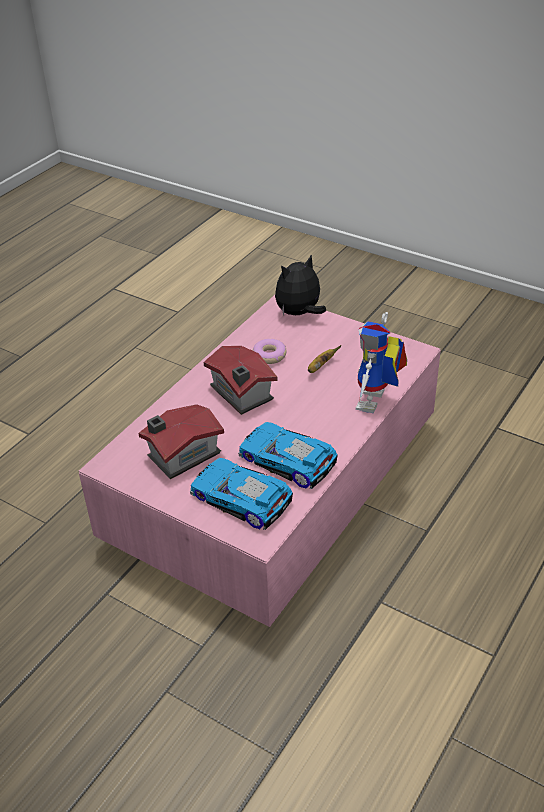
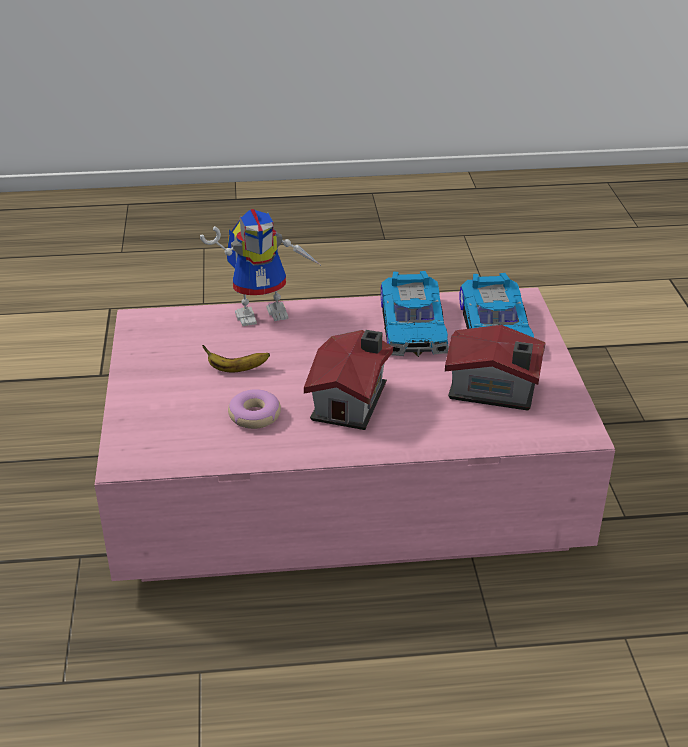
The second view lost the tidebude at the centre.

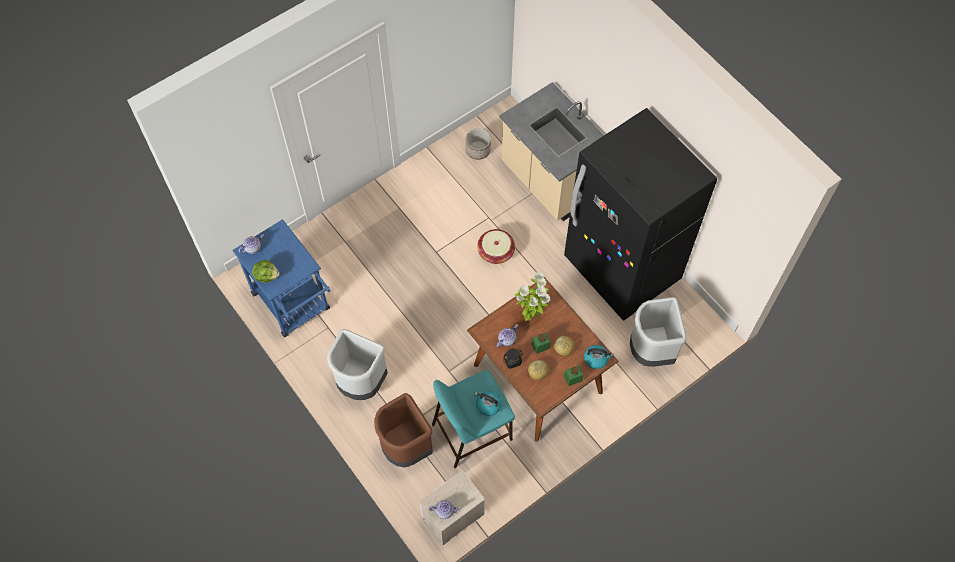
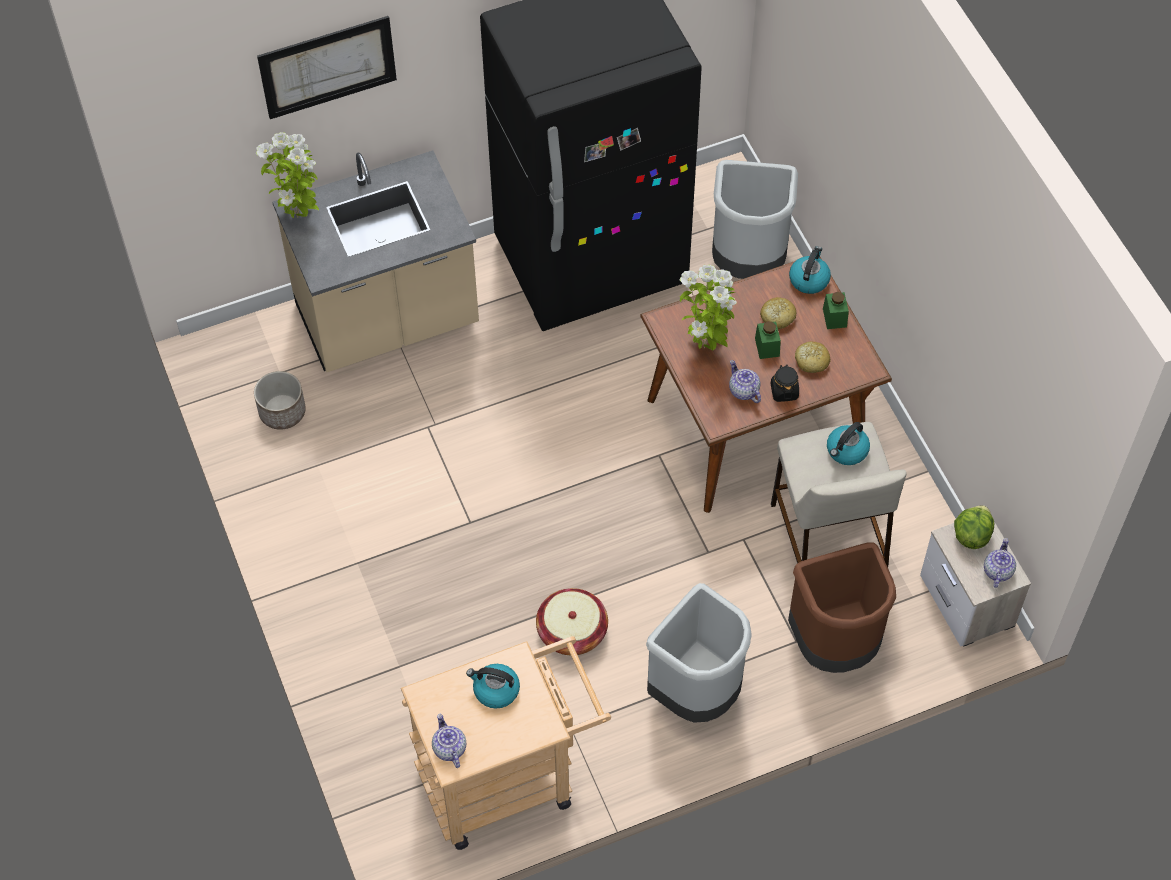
The second view gained the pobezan (1st from left) at the top left. The second view gained the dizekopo at the top left. The second view gained the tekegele (1st from left) at the bottom centre. The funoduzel ended up elsewhere, having gone from the middle left to the middle right. The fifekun ended up elsewhere, having gone from the centre to the bottom centre. What was the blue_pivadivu at the middle left turned into the beige_pivadivu at the bottom centre. What was the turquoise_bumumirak at the bottom centre turned into the beige_bumumirak at the middle right.

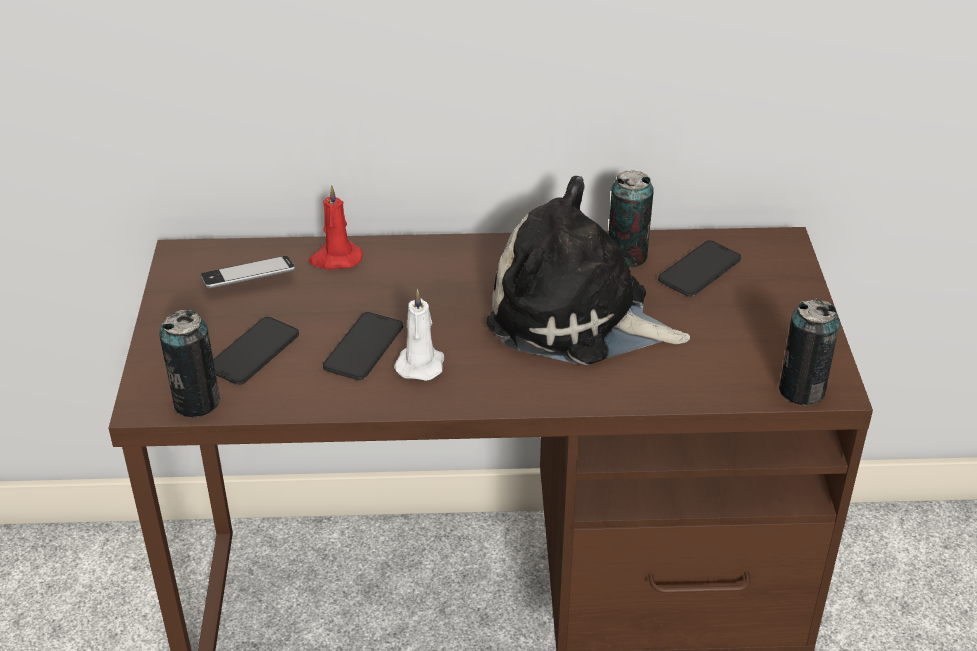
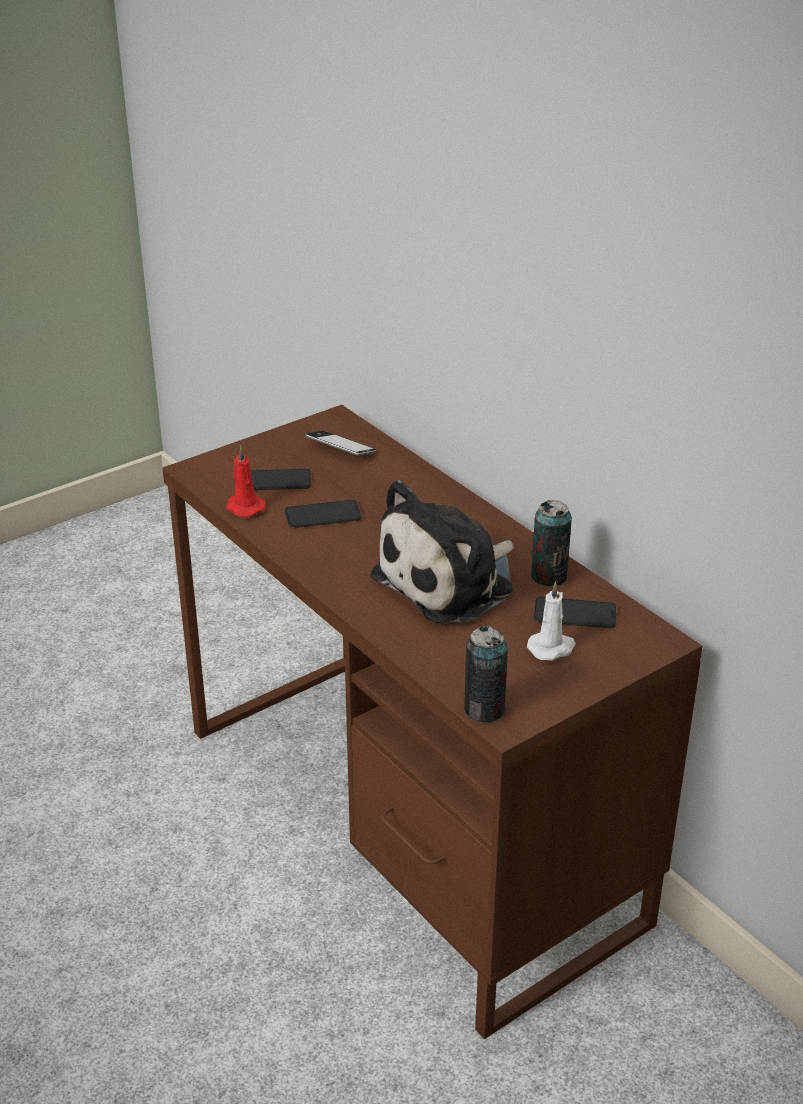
The second view lost the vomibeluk (1st from left) at the middle left. The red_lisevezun ended up elsewhere, having gone from the centre to the middle left. The white_lisevezun ended up elsewhere, having gone from the centre to the middle right. The tidebude at the centre ended up facing another way, 120 degrees counterclockwise from before.

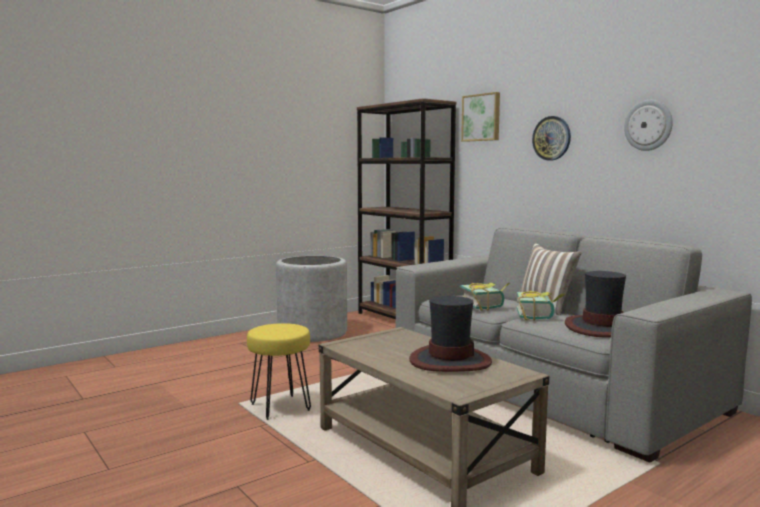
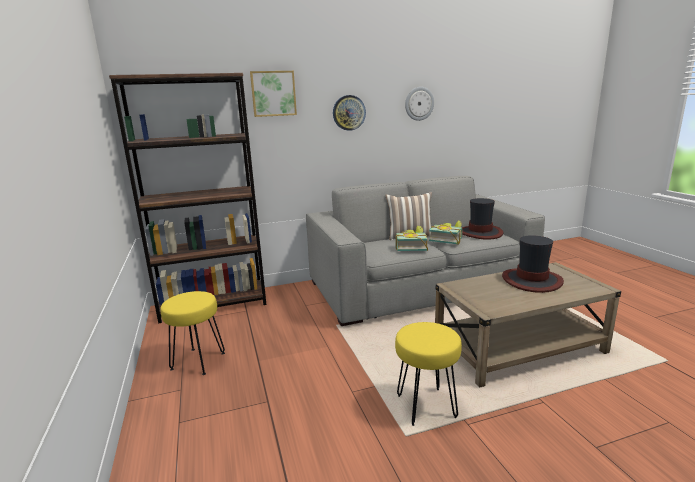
Where the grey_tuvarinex stood at the centre, the yellow_bumumirak (1st from left) came to stand at the bottom left.

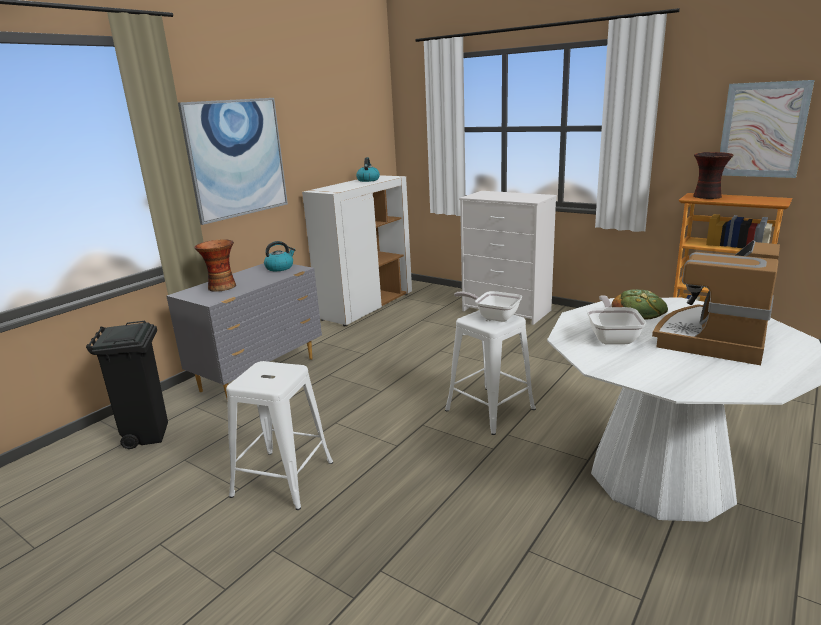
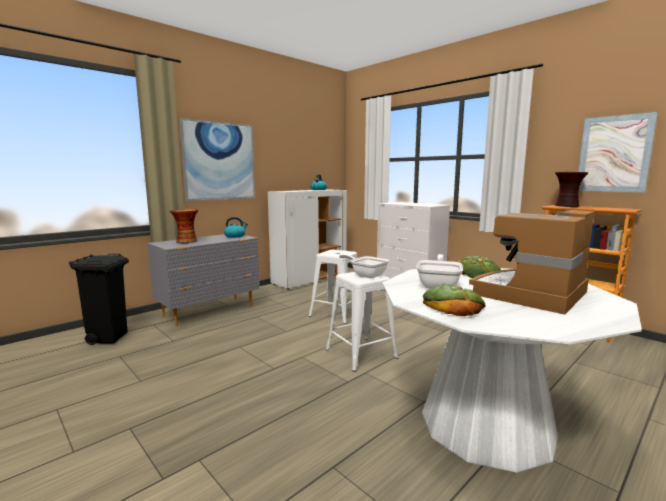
The second view gained the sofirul (1st from left) at the middle right. The white_bumumirak (1st from left) ended up elsewhere, having gone from the bottom centre to the centre.

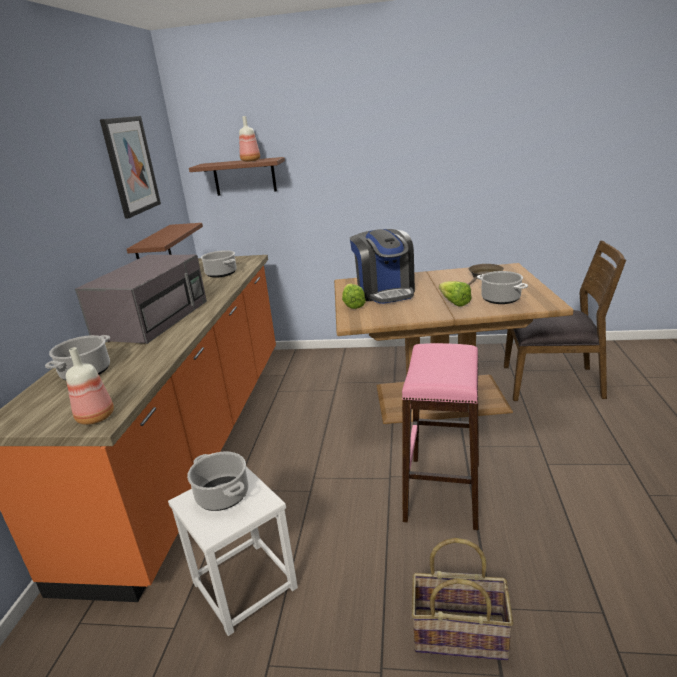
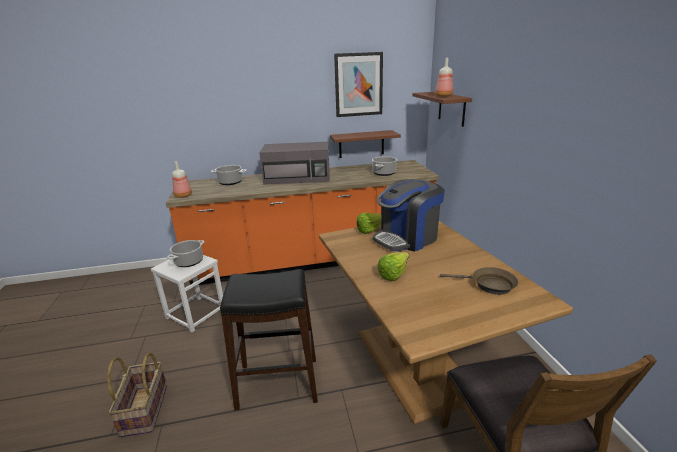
The second view lost the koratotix (4th from left) at the middle right. What was the pink_bumumirak at the centre turned into the black_bumumirak at the bottom centre.

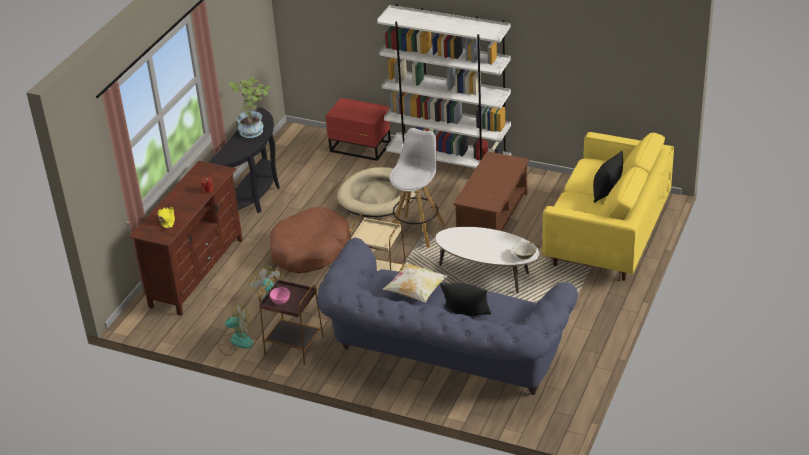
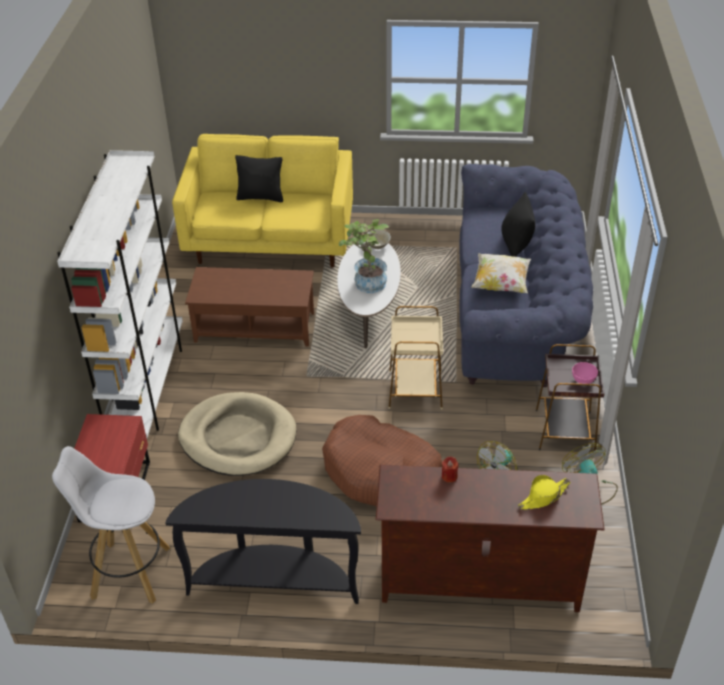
The pobezan ended up elsewhere, having gone from the top left to the centre. The white_bumumirak ended up elsewhere, having gone from the centre to the bottom left.

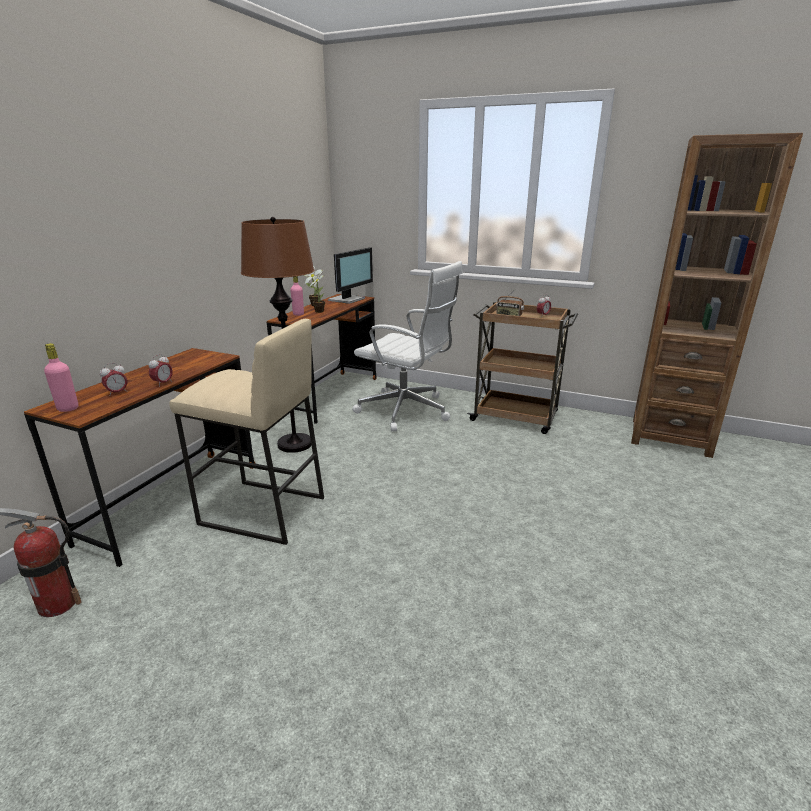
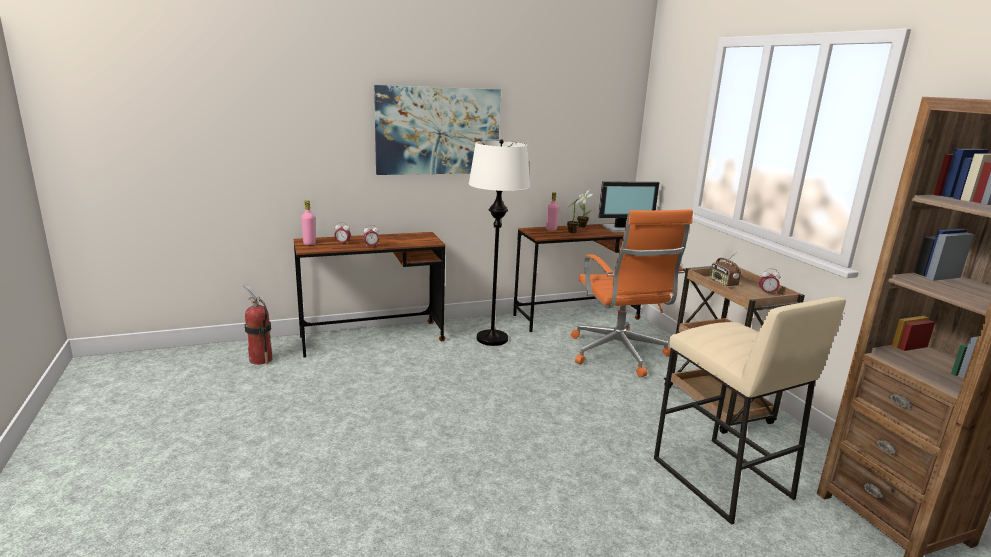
The second view gained the dizekopo at the top centre. The beige_bumumirak ended up elsewhere, having gone from the middle left to the bottom right. What was the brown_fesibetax at the centre turned into the white_fesibetax at the centre. What was the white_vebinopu at the centre turned into the orange_vebinopu at the centre.

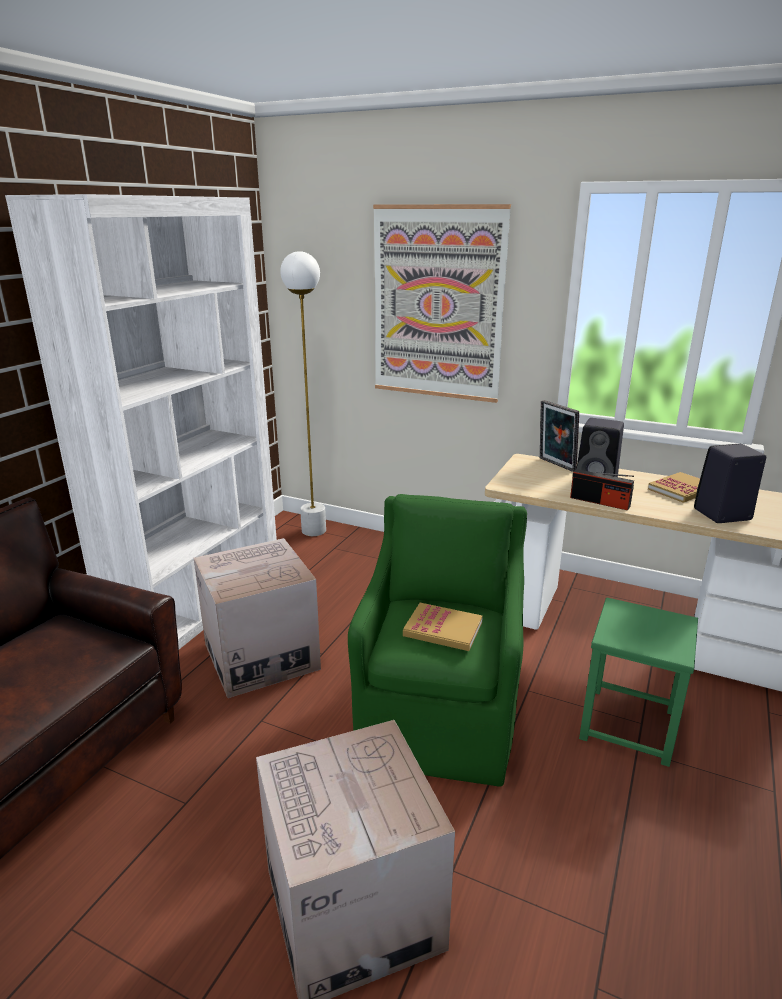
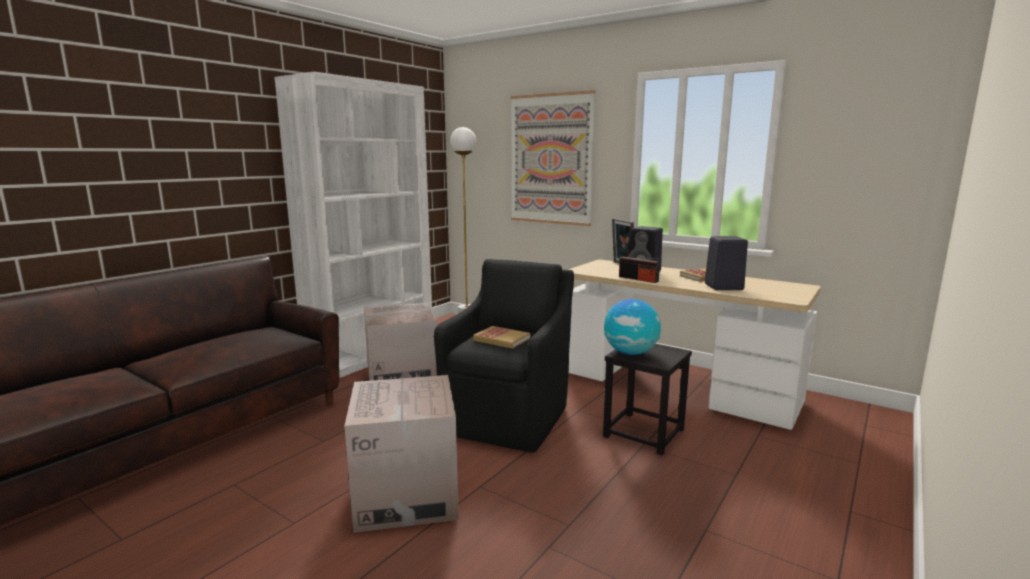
The second view gained the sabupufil at the centre. What was the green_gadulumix at the centre turned into the black_gadulumix at the centre. What was the green_bumumirak at the bottom right turned into the black_bumumirak at the bottom centre.

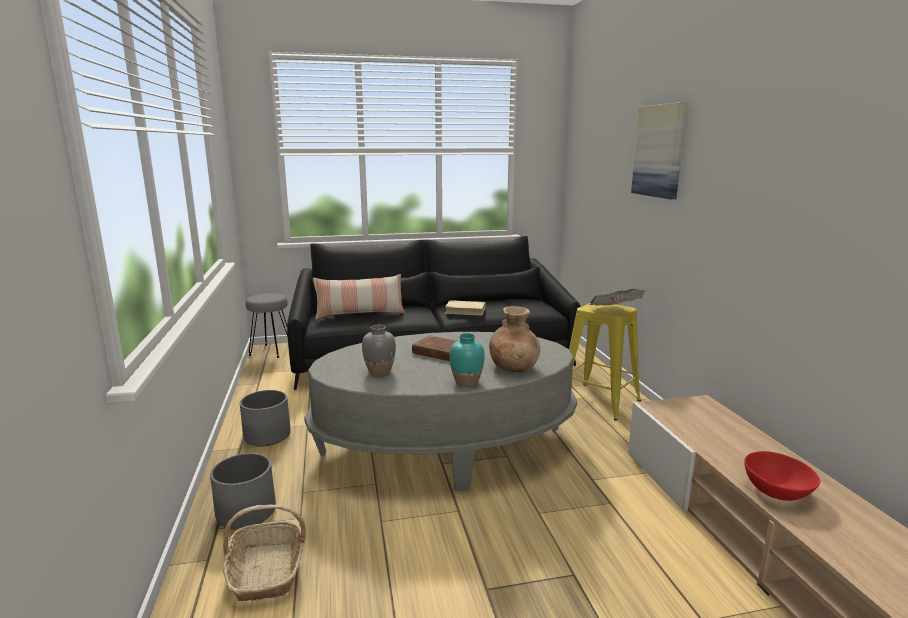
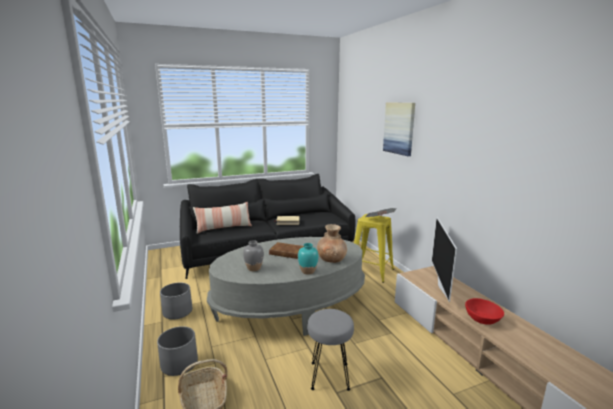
The second view gained the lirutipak at the middle right. The grey_bumumirak ended up elsewhere, having gone from the middle left to the bottom centre.

